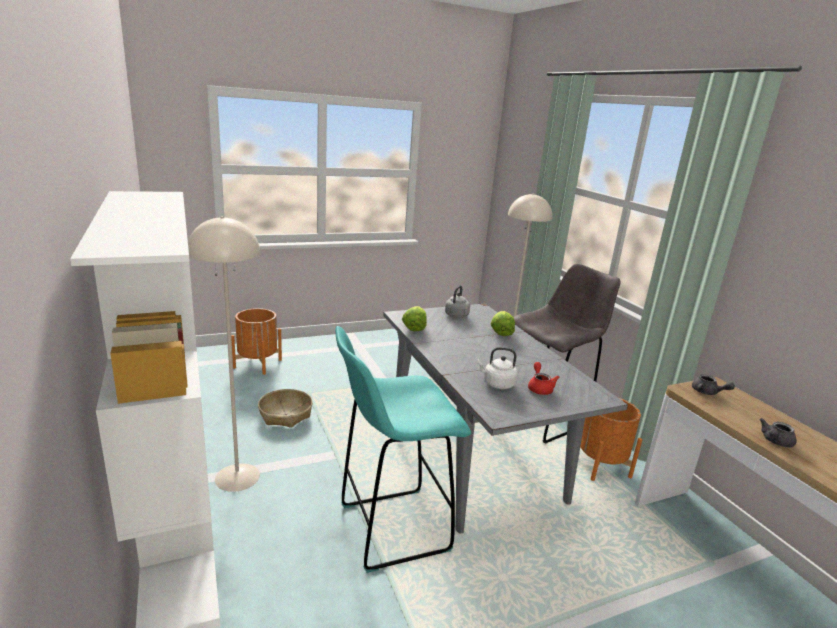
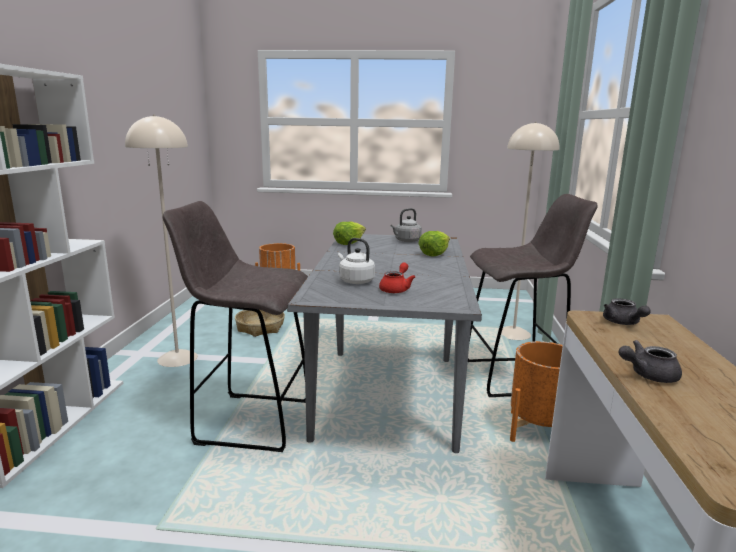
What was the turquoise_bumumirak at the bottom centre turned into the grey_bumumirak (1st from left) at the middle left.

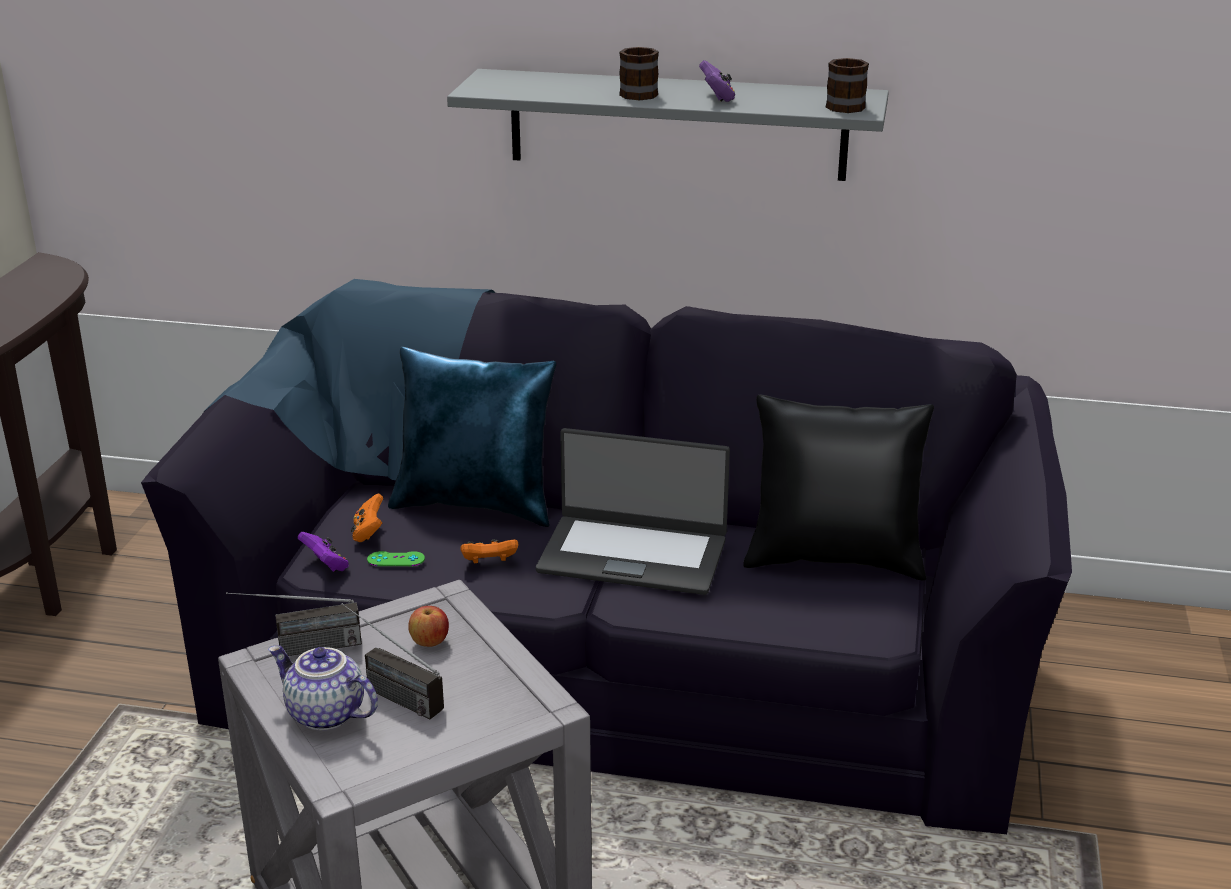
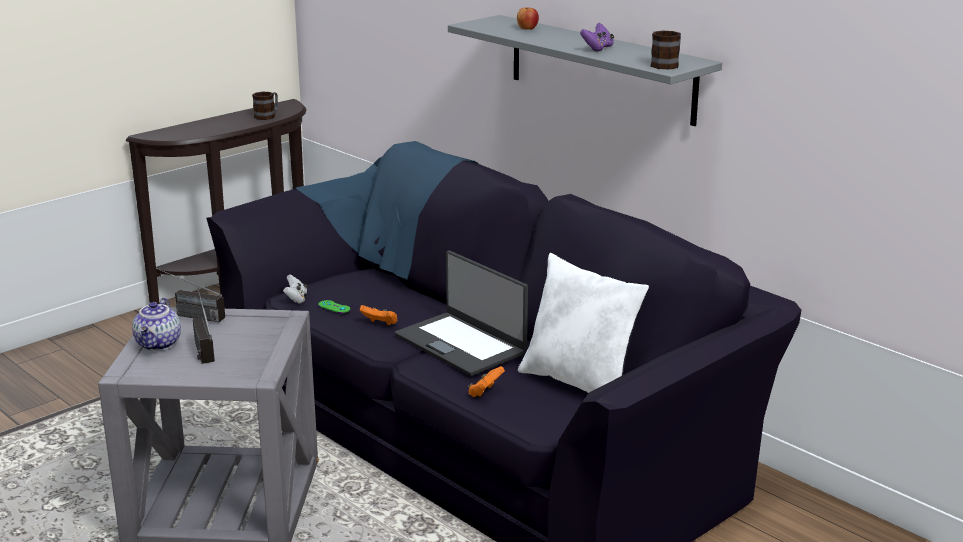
The second view lost the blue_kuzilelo at the centre. The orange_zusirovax (1st from left in the first image) ended up elsewhere, having gone from the middle left to the bottom centre. The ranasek ended up elsewhere, having gone from the bottom centre to the top centre. The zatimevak (1st from left) ended up elsewhere, having gone from the top centre to the top left. What was the purple_zusirovax (1st from left) at the middle left turned into the white_zusirovax at the middle left. What was the black_kuzilelo at the middle right turned into the white_kuzilelo at the centre. The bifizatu at the bottom left ended up facing another way, 150 degrees counterclockwise from before.

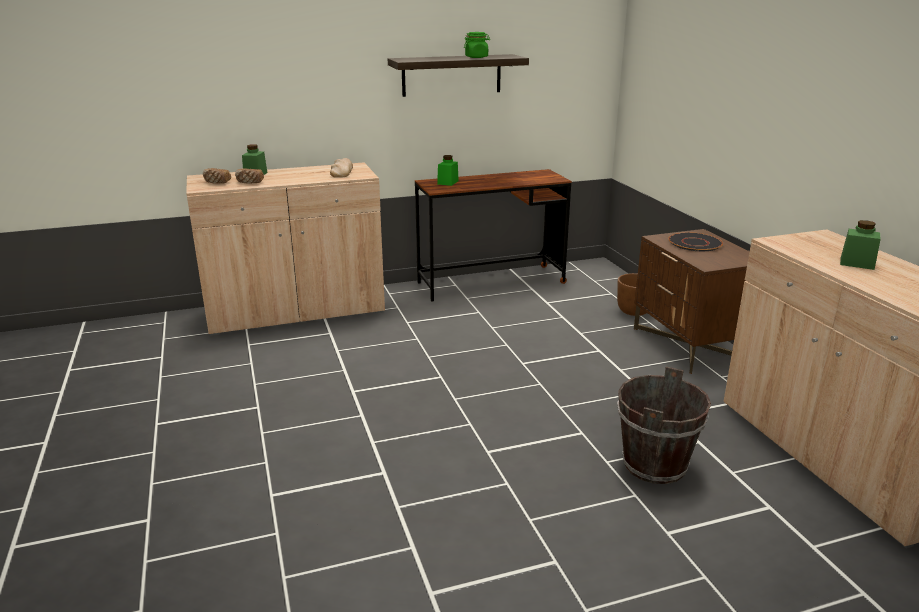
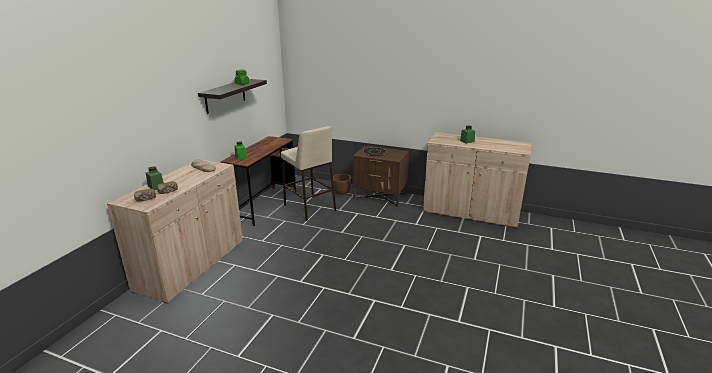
The second view lost the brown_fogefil at the bottom right. The second view gained the beige_bumumirak at the centre.

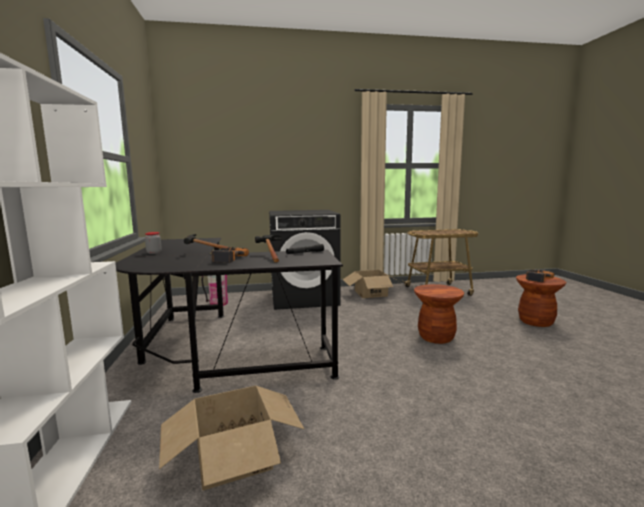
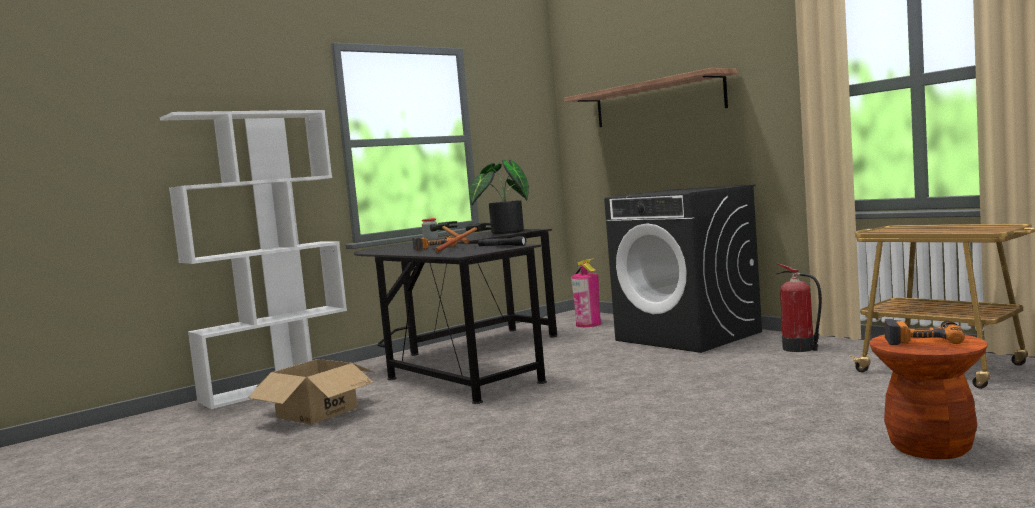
The second view lost the brown_bumumirak (1st from left) at the middle right. The second view gained the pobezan at the centre. The second view gained the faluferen at the top centre. Where the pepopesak (2nd from left) stood at the centre, the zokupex (2nd from left) came to stand at the middle right.

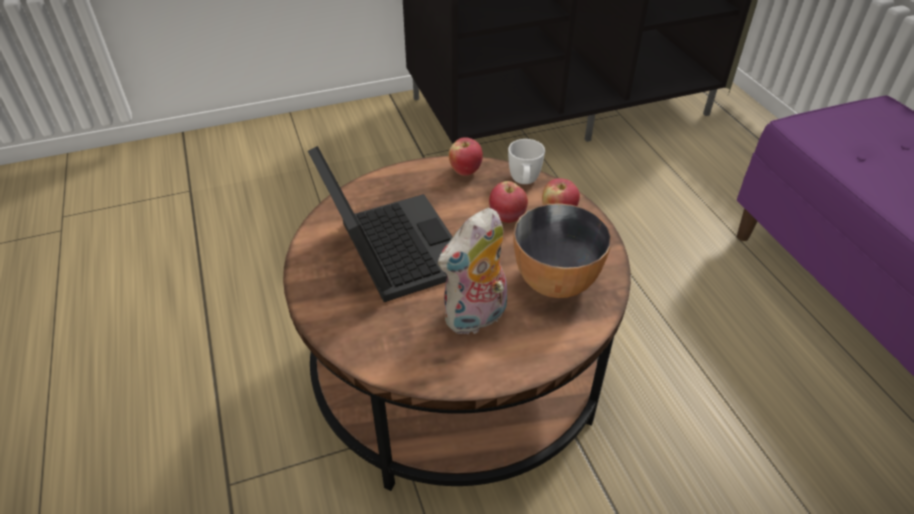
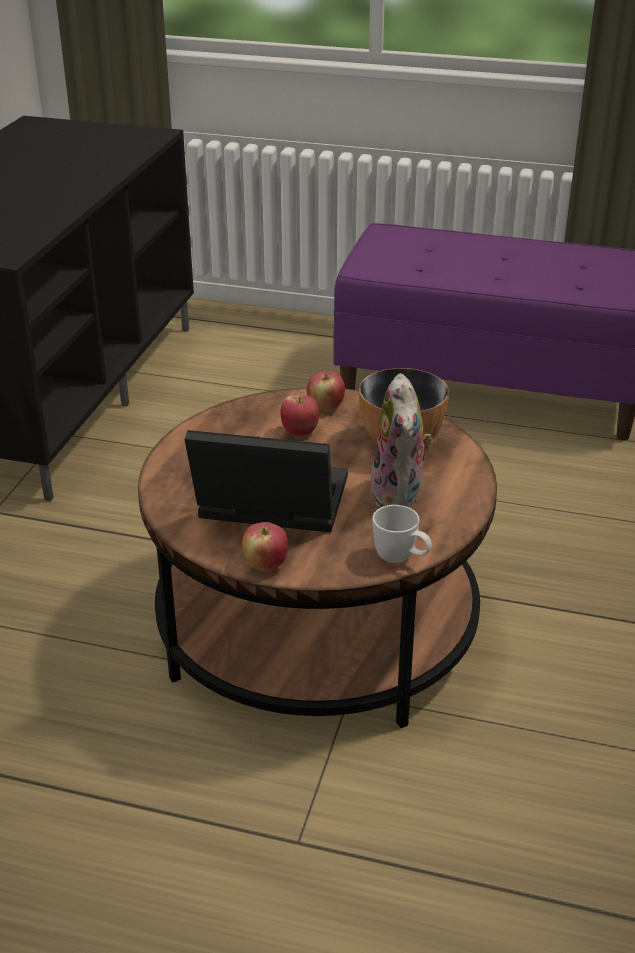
The ranasek (1st from left) ended up elsewhere, having gone from the top centre to the centre. The white_zatimevak ended up elsewhere, having gone from the top centre to the centre.

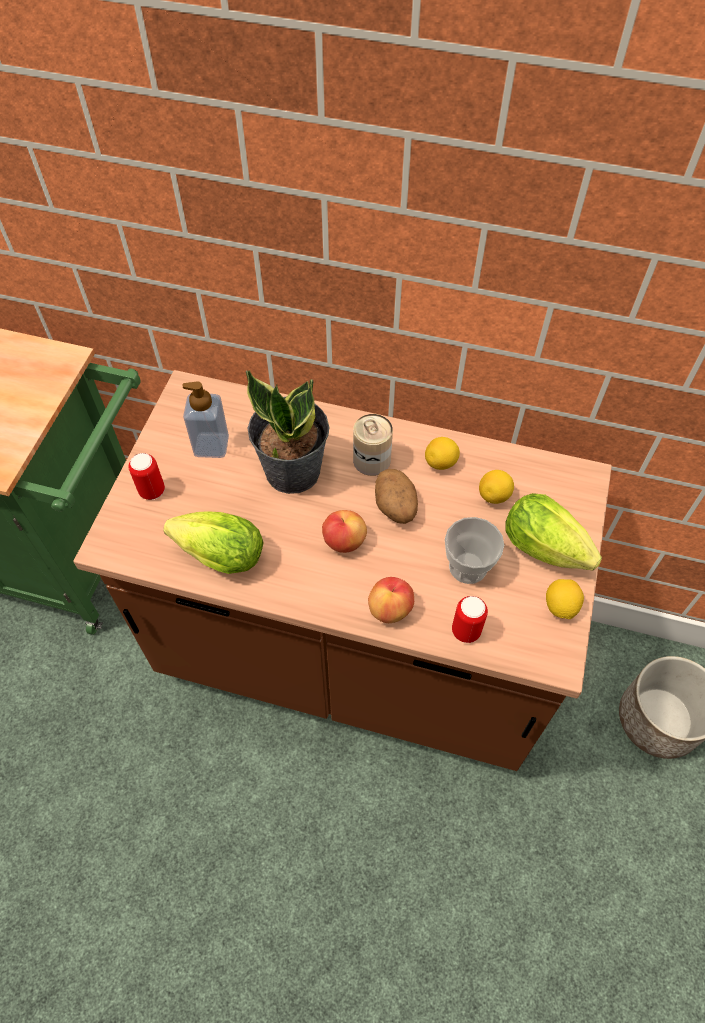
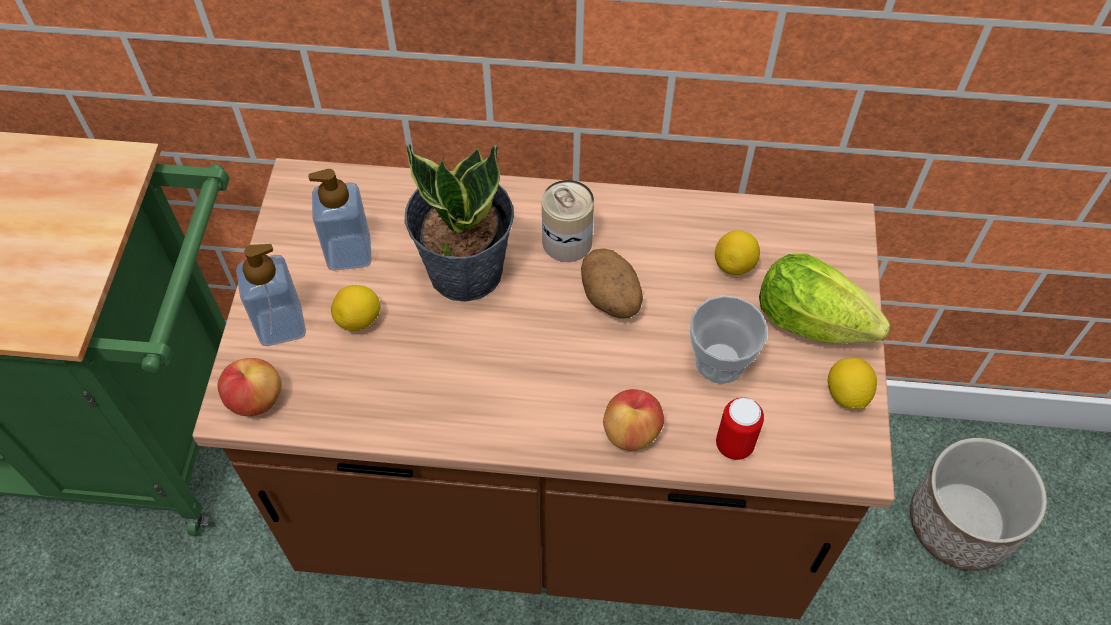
The second view lost the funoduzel (1st from left) at the middle left. The ranasek (1st from left) ended up elsewhere, having gone from the centre to the middle left. The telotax (1st from left) ended up elsewhere, having gone from the centre to the middle left. Where the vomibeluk (1st from left) stood at the middle left, the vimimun (1st from left) came to stand at the middle left.

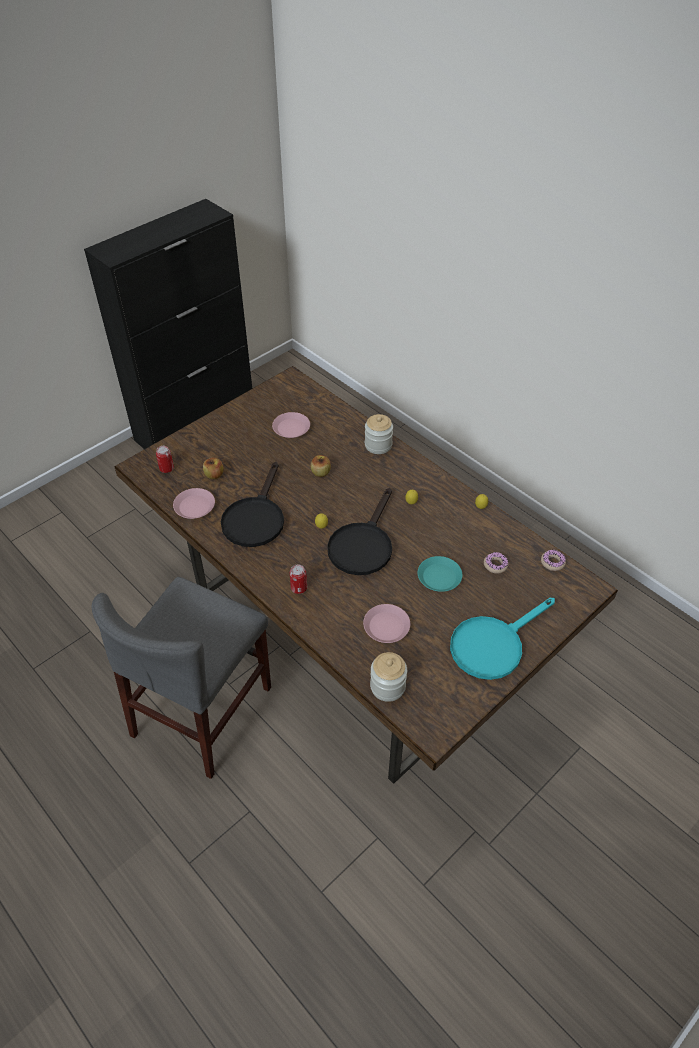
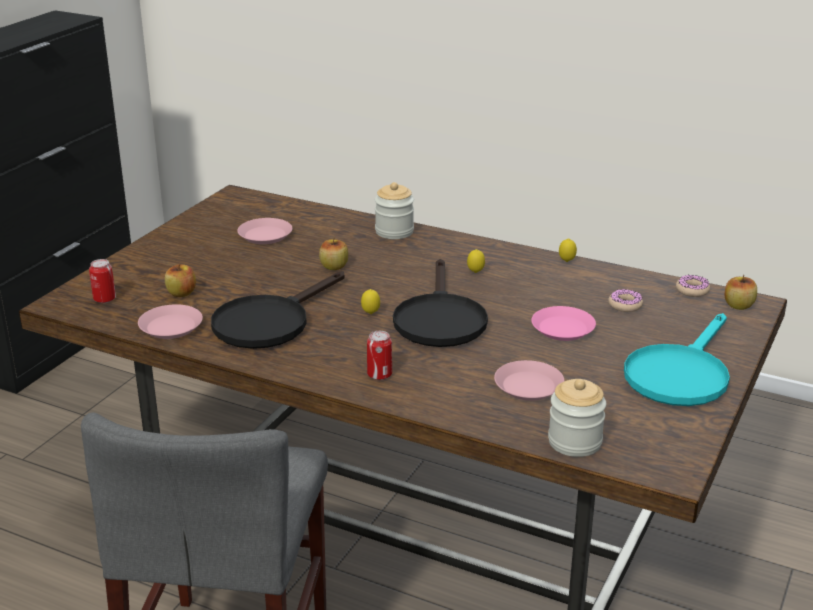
The second view gained the ranasek (3rd from left) at the middle right. What was the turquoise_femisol at the centre turned into the pink_femisol (4th from left) at the middle right. The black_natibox (1st from left) at the centre ended up facing another way, 45 degrees clockwise from before.

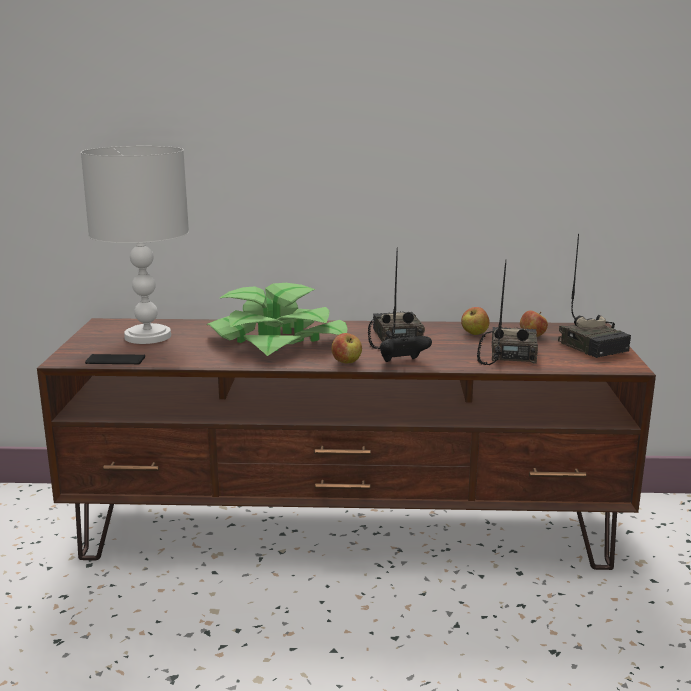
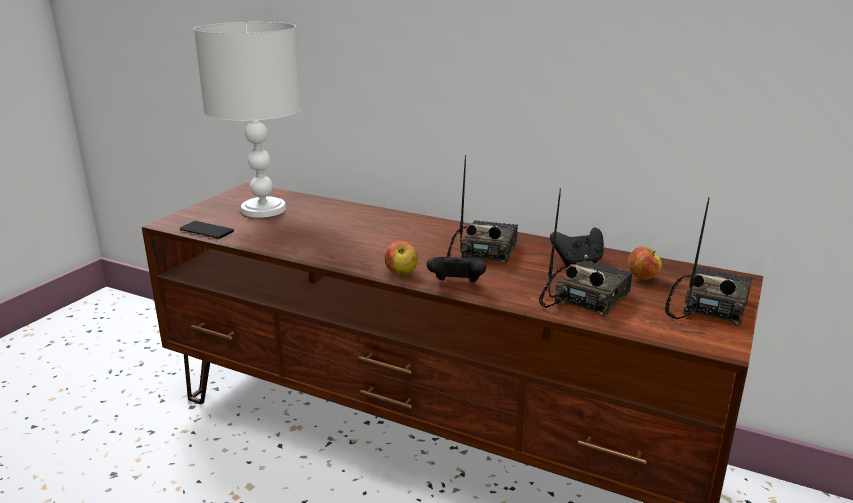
The second view lost the pobezan at the centre. Where the ranasek (2nd from left) stood at the middle right, the black_zusirovax (2nd from left) came to stand at the middle right. The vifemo (3rd from left) at the middle right ended up facing another way, 150 degrees counterclockwise from before.

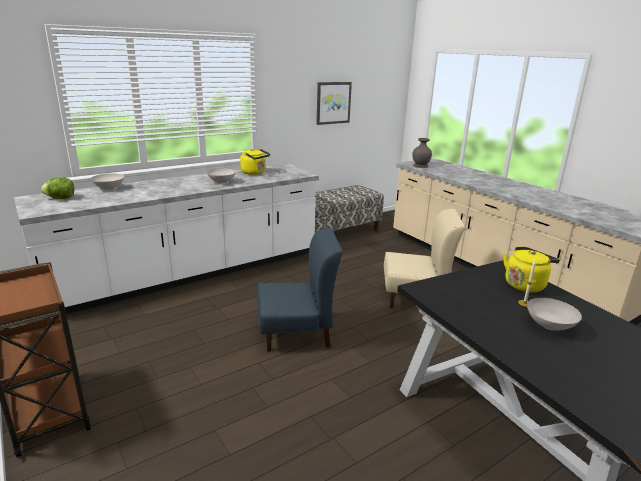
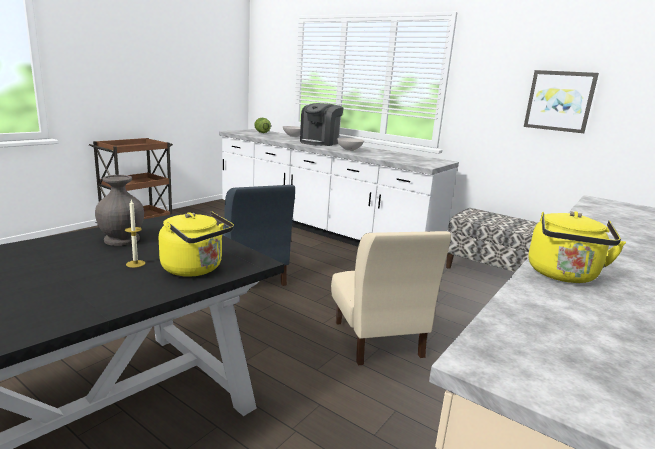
The second view lost the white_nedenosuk (3rd from left) at the middle right. The second view gained the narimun at the top centre. The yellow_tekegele (1st from left in the first image) ended up elsewhere, having gone from the centre to the middle right. The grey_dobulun ended up elsewhere, having gone from the top centre to the middle left.

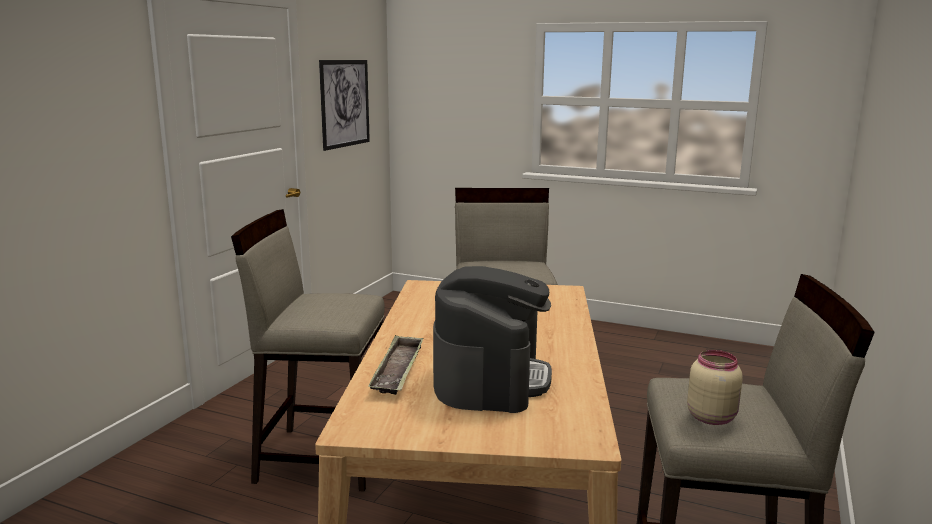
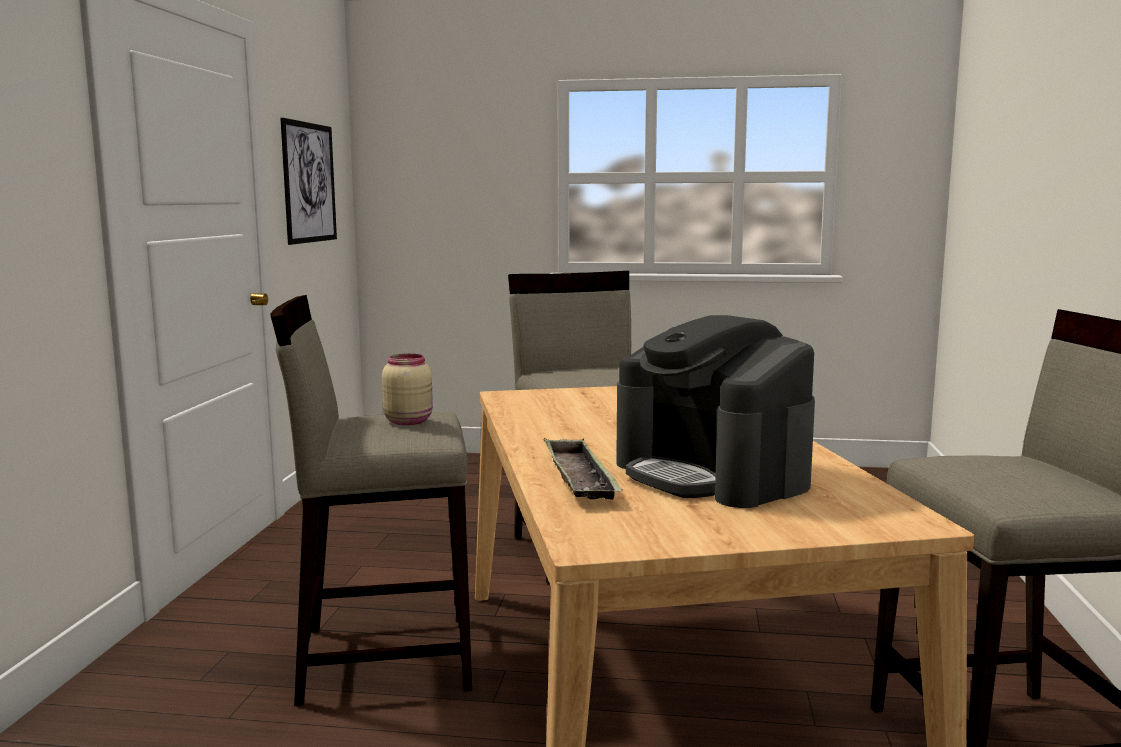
The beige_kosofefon ended up elsewhere, having gone from the bottom right to the centre. The narimun at the centre ended up facing another way, 150 degrees clockwise from before.

